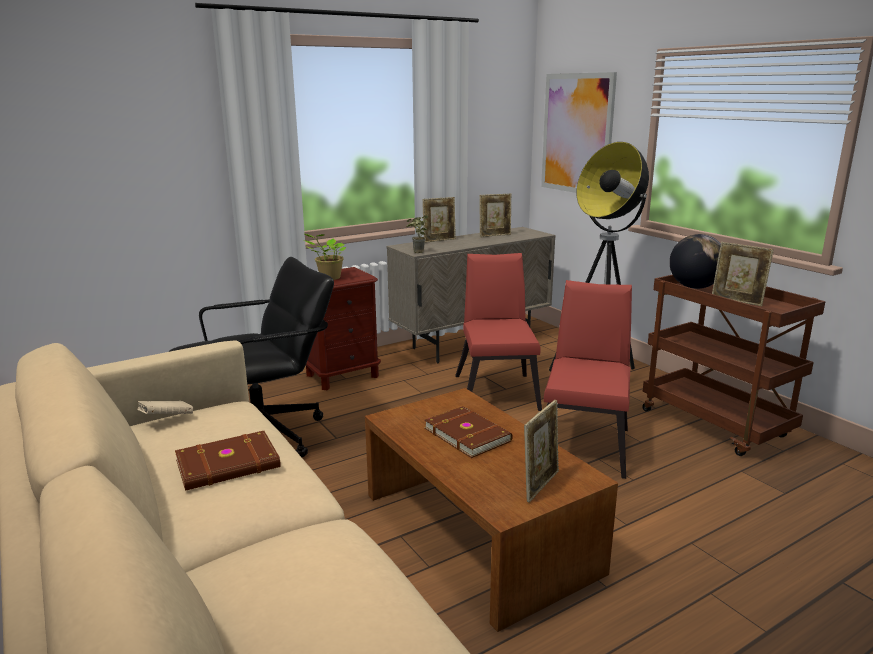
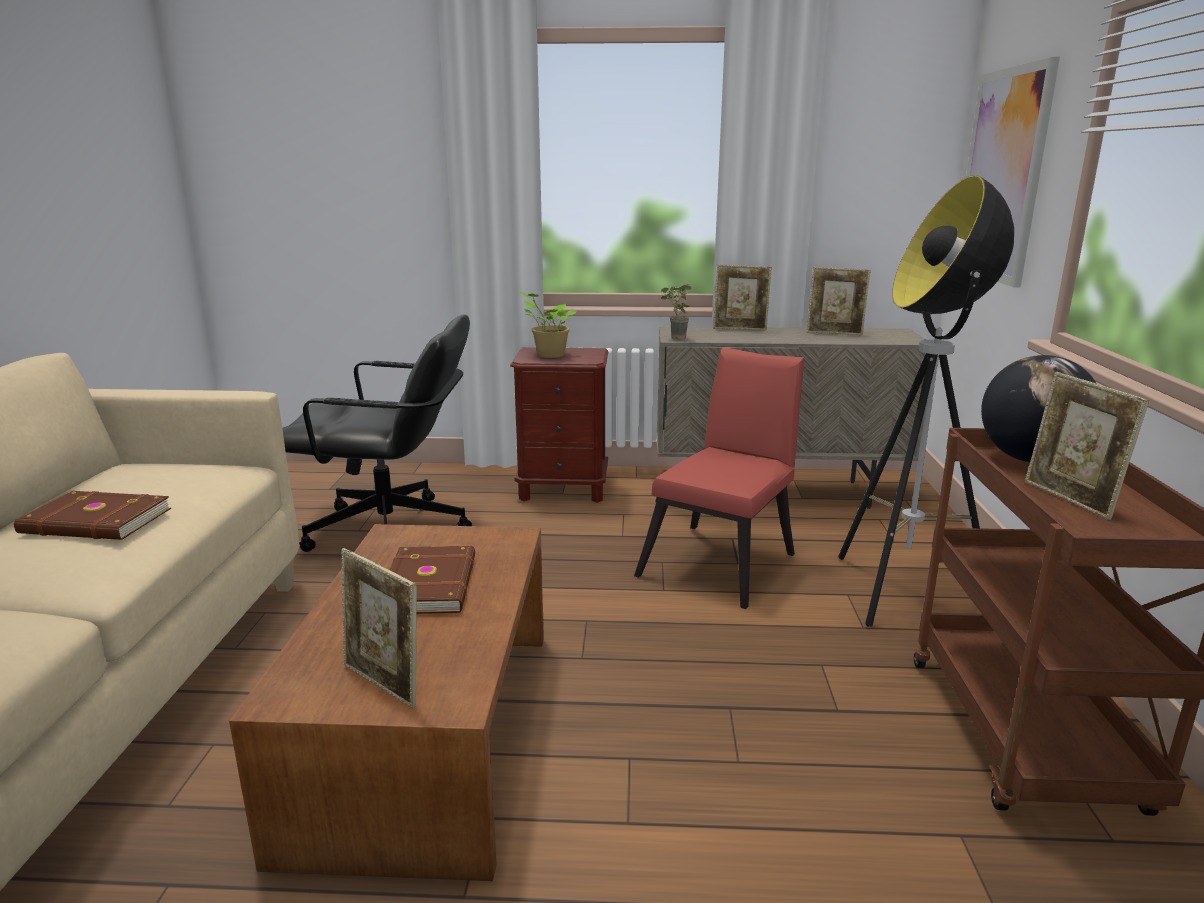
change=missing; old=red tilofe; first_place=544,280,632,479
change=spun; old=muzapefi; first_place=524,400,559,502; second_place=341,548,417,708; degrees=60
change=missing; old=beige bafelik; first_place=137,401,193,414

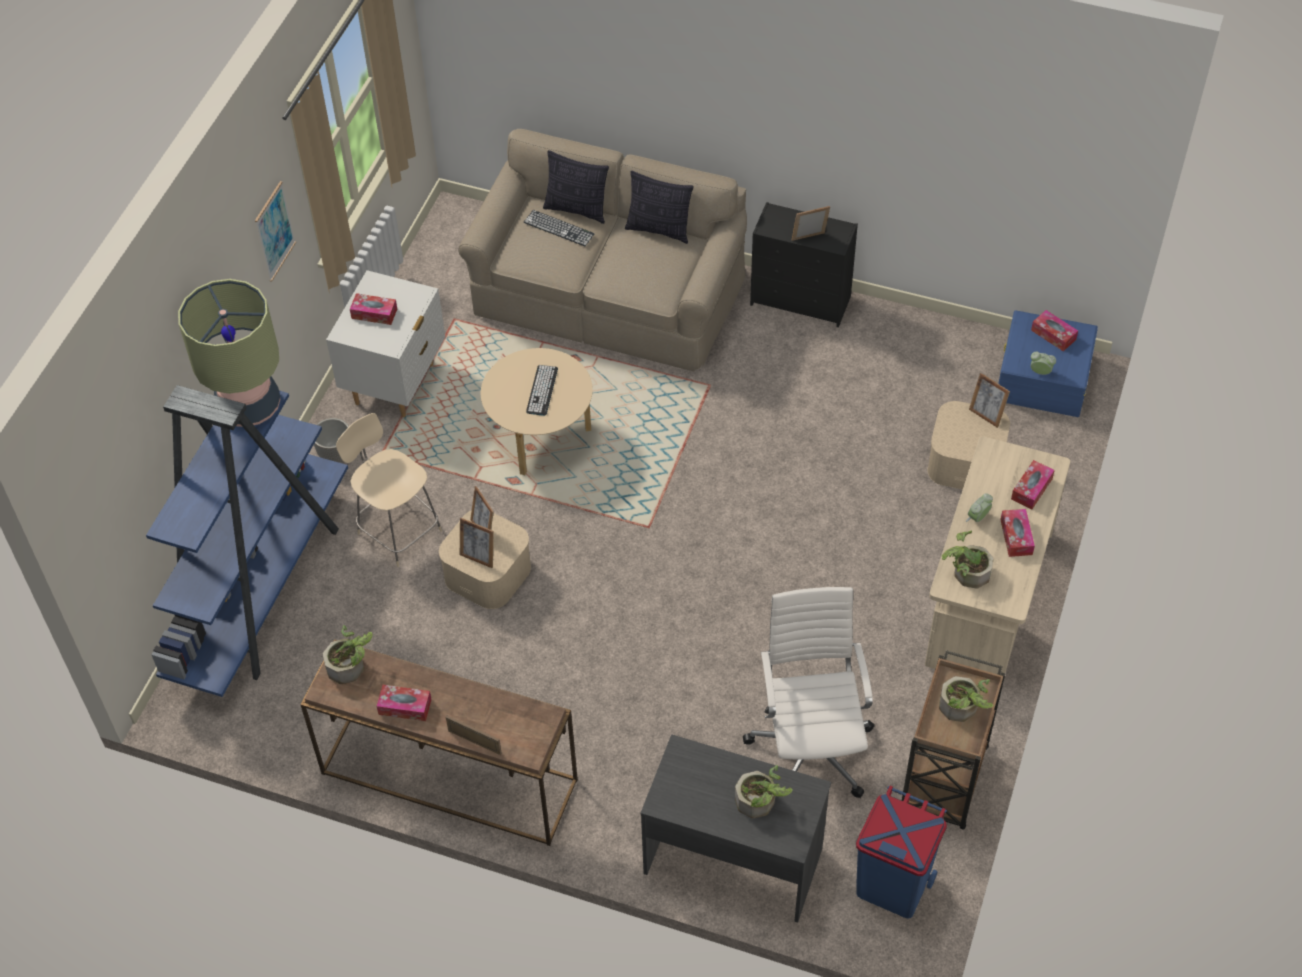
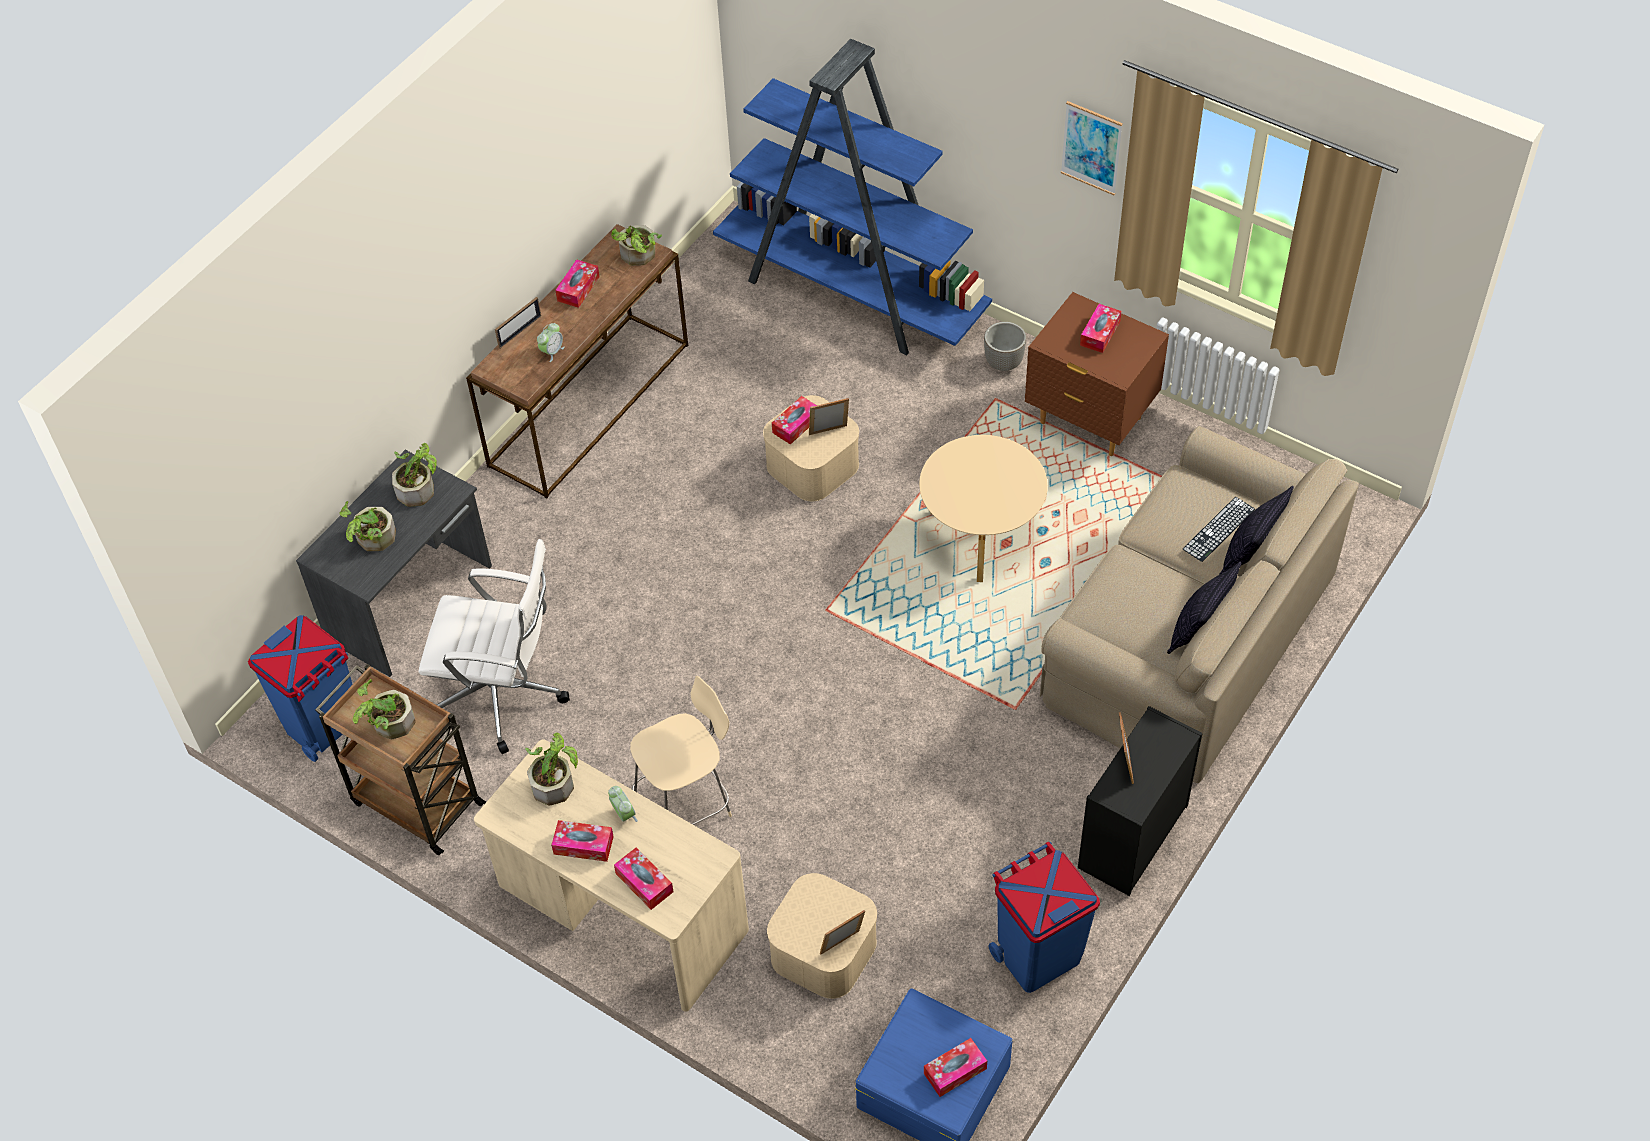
change=colour; old=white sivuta; new=brown sivuta; first_place=326,270,445,417; second_place=1025,292,1169,456
change=missing; old=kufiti; first_place=178,279,280,427
change=relocated; old=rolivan; first_place=1031,352,1056,375; second_place=537,323,565,362
change=missing; old=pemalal; first_place=526,365,558,416
change=relocated; old=beige tilofe; first_place=336,413,442,567; second_place=630,676,732,825
change=exchanged; old=muzapefi; new=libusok; first_place=460,518,494,568; second_place=772,396,817,445
change=appeared; new=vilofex; second_place=392,443,437,507
change=appeared; new=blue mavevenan; second_place=989,841,1100,993

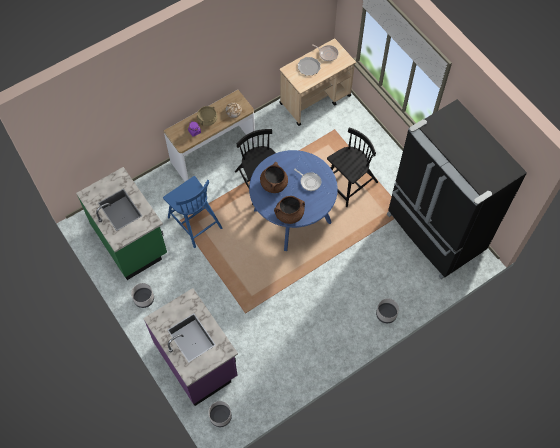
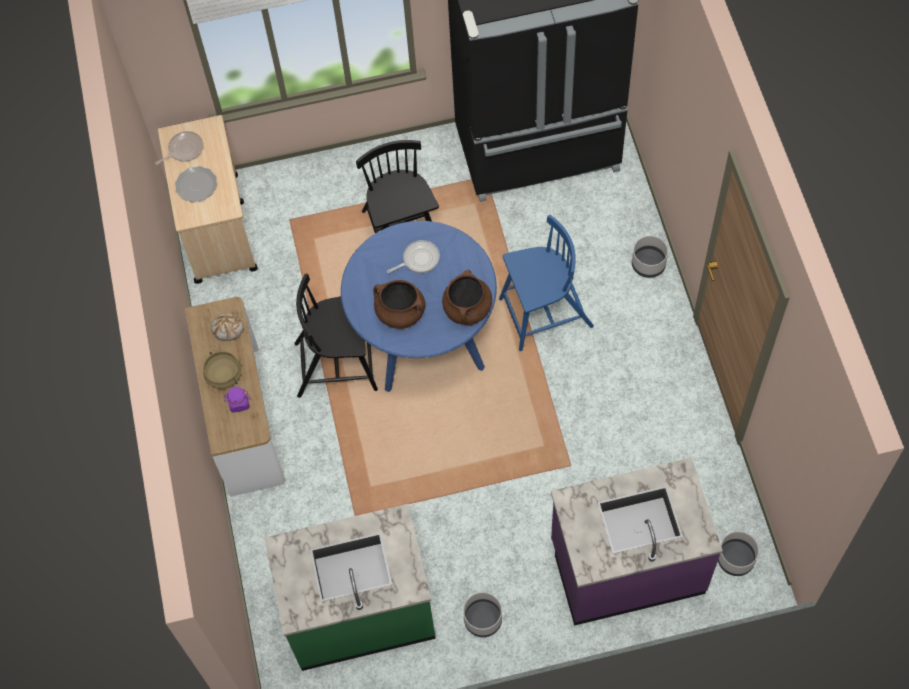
change=relocated; old=blue tilofe; first_place=163,176,222,248; second_place=499,214,594,351

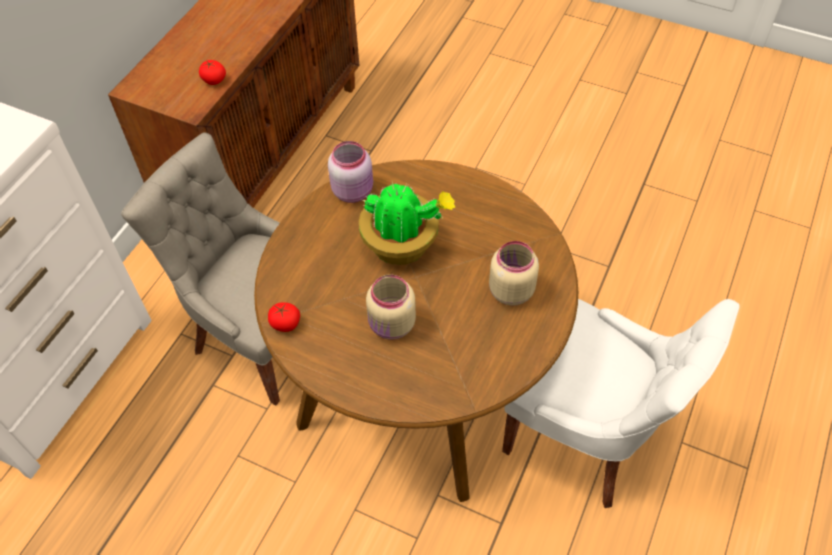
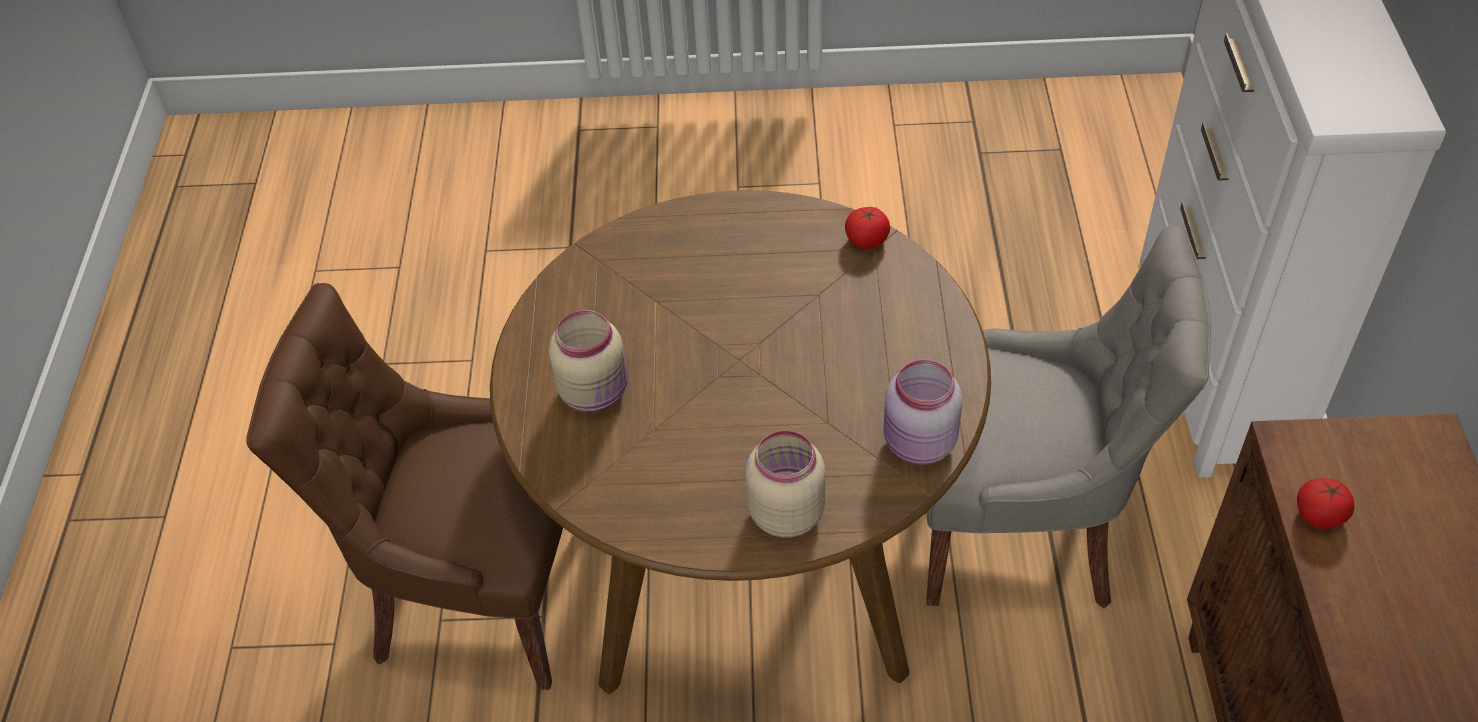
change=missing; old=vilofex; first_place=359,182,455,265
change=relocated; old=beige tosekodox; first_place=366,274,416,340; second_place=746,430,825,538
change=colour; old=white tilofe; new=brown tilofe; first_place=502,299,740,508; second_place=246,283,563,690

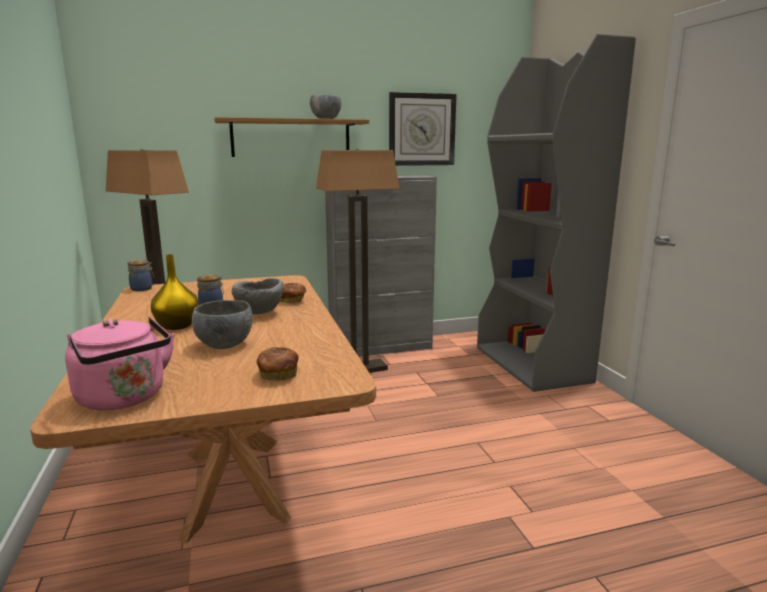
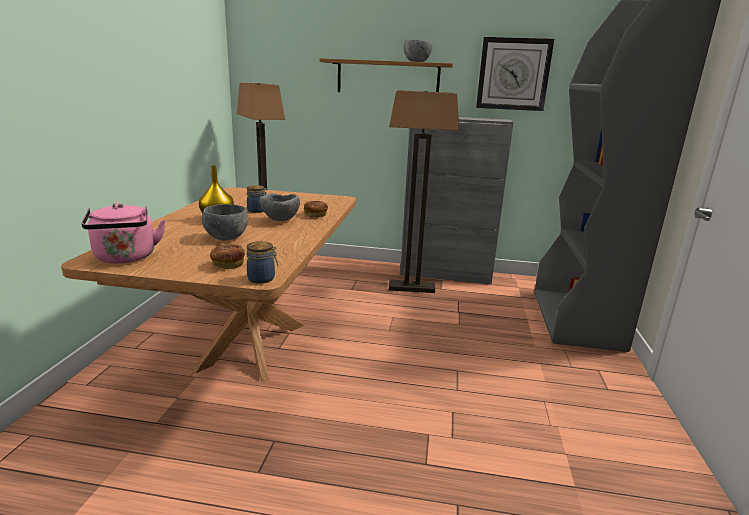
change=relocated; old=tosekodox; first_place=128,260,154,291; second_place=247,241,278,284

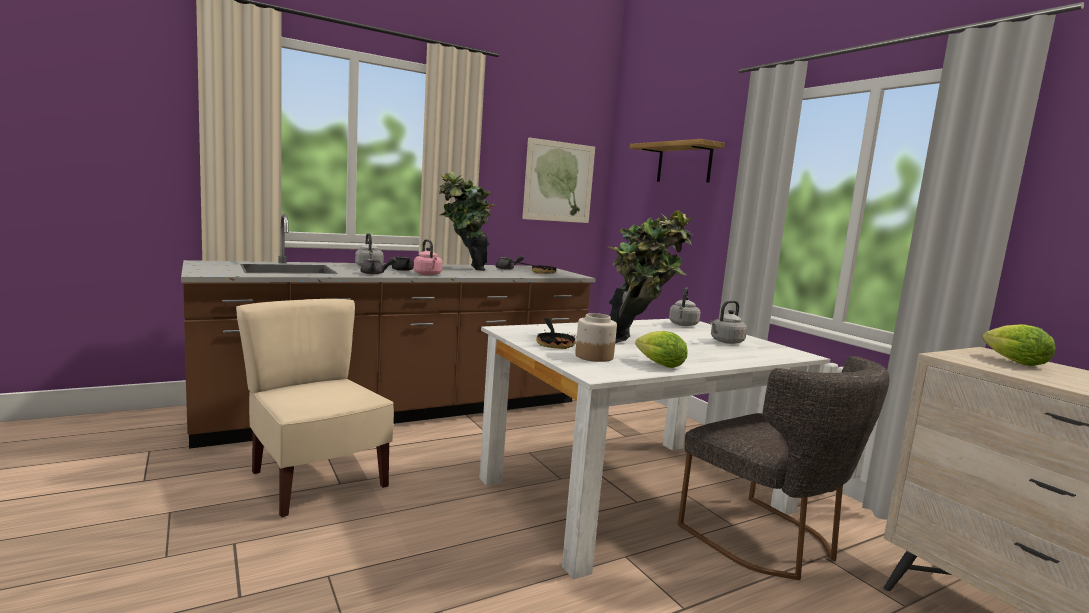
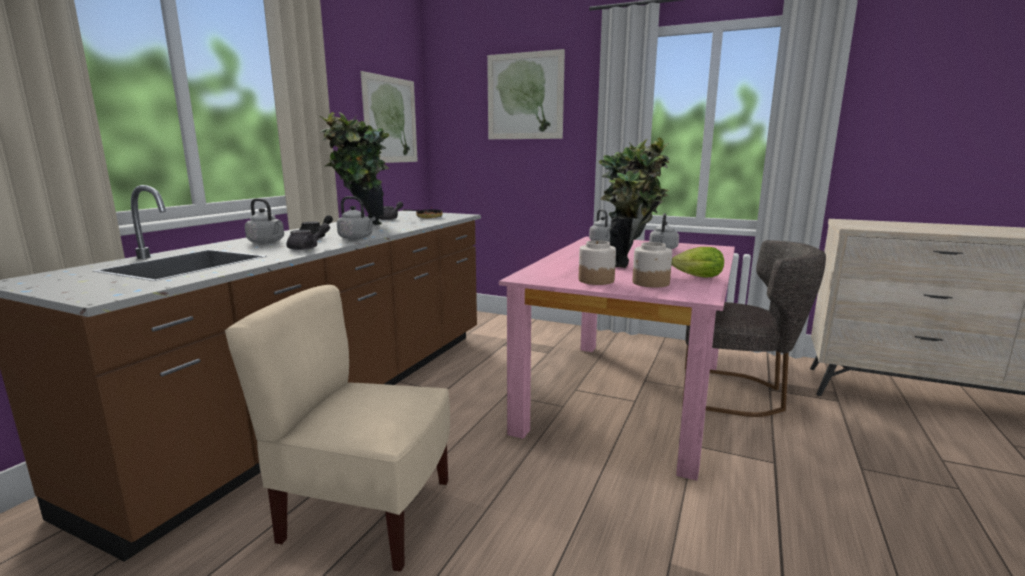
change=exchanged; old=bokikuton; new=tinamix; first_place=630,139,725,182; second_place=487,49,565,139
change=colour; old=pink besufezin; new=grey besufezin; first_place=414,239,443,276; second_place=337,196,376,239
change=exchanged; old=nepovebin; new=tosekodox; first_place=536,318,576,349; second_place=579,240,616,285
change=colour; old=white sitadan; new=pink sitadan; first_place=479,319,830,579; second_place=499,236,735,481
change=missing; old=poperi; first_place=983,324,1055,366

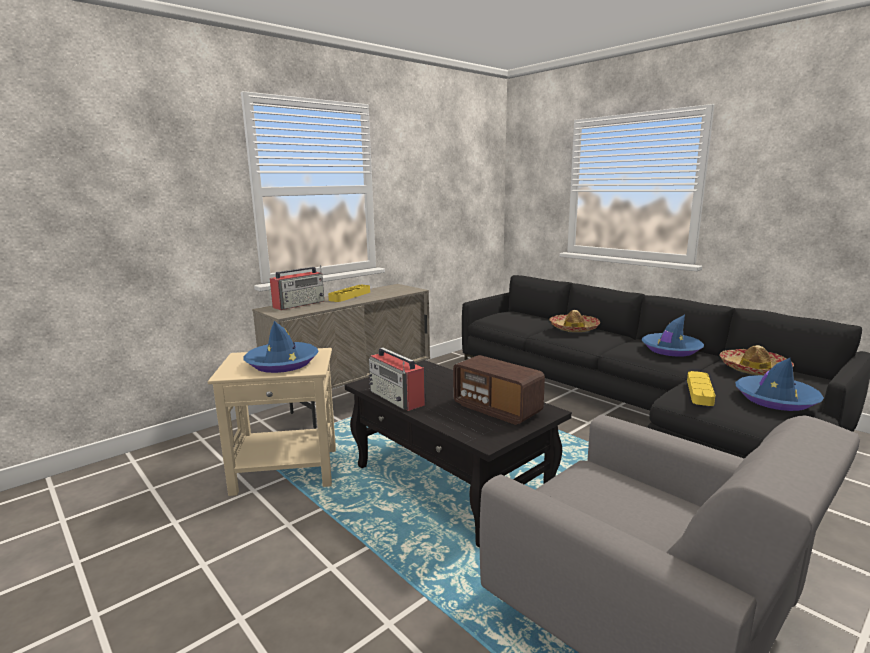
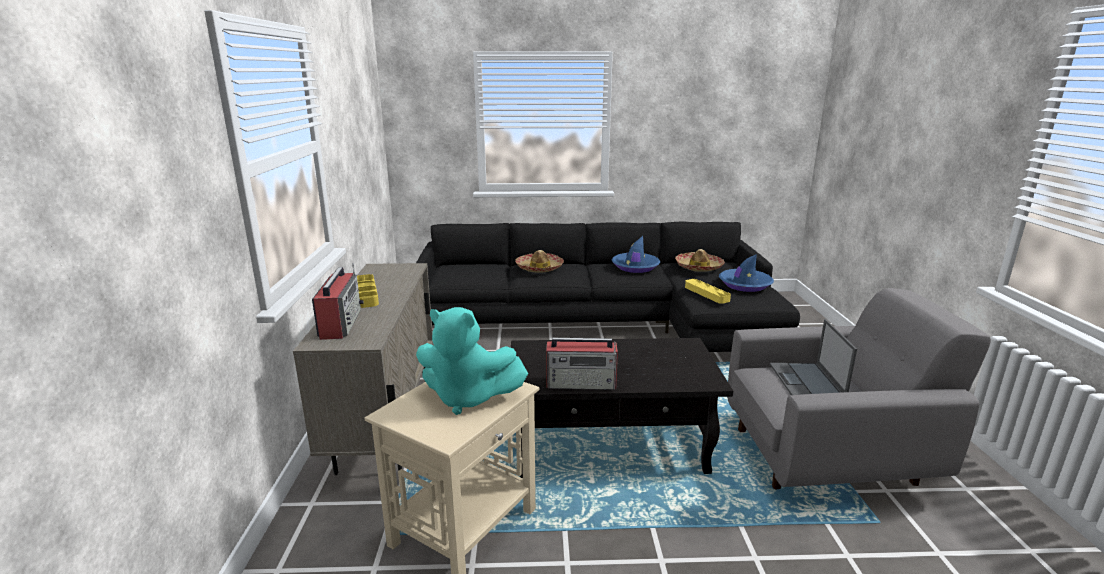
change=exchanged; old=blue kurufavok; new=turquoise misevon; first_place=243,321,319,373; second_place=416,307,528,415
change=missing; old=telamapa; first_place=453,355,545,425
change=appeared; new=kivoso; second_place=770,319,857,395

